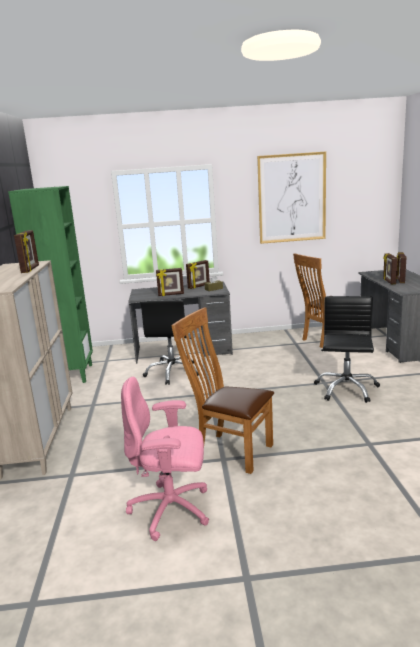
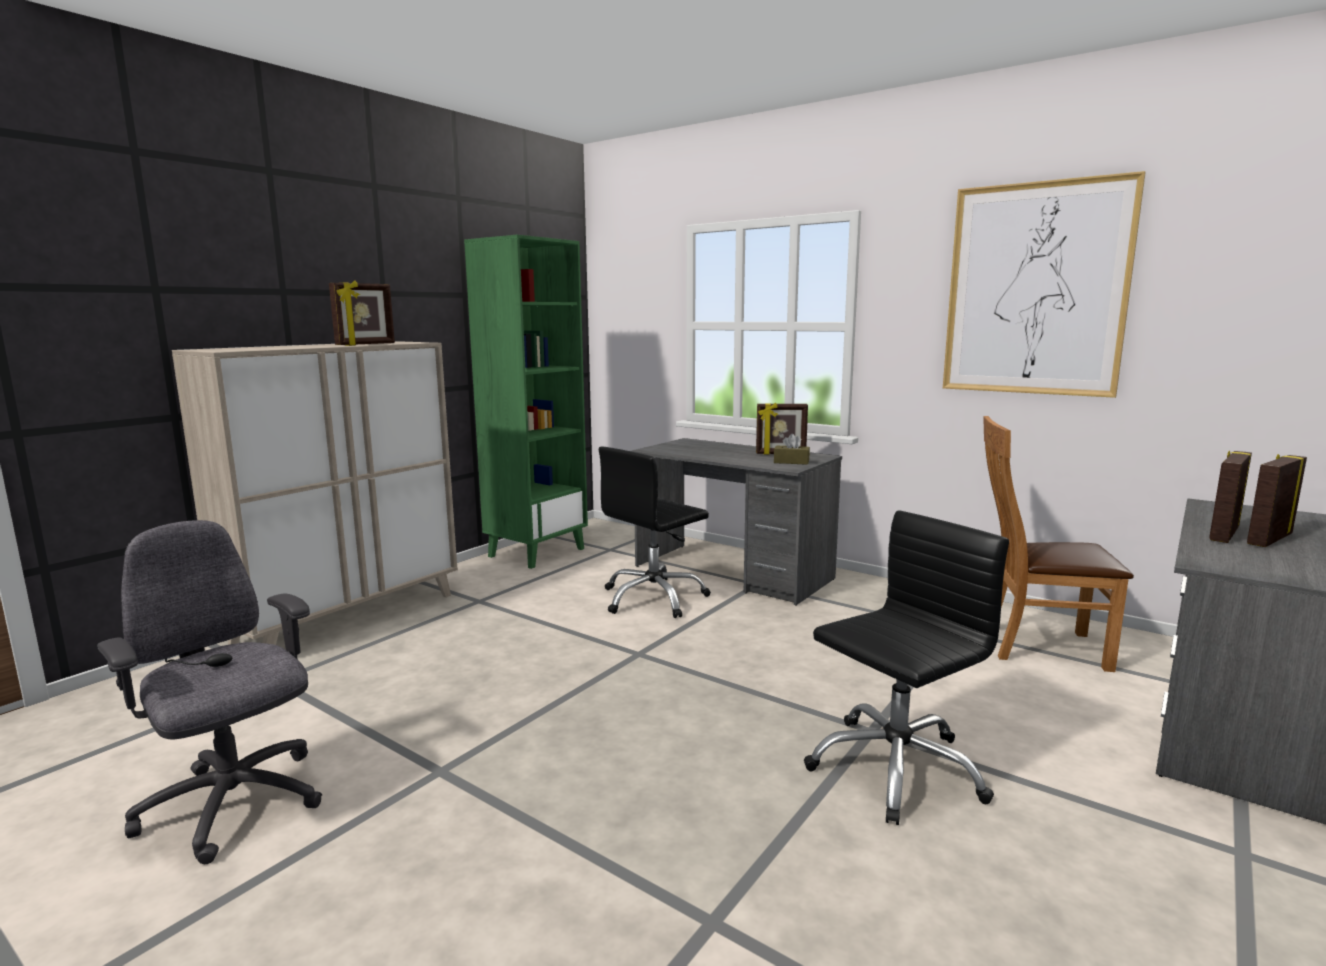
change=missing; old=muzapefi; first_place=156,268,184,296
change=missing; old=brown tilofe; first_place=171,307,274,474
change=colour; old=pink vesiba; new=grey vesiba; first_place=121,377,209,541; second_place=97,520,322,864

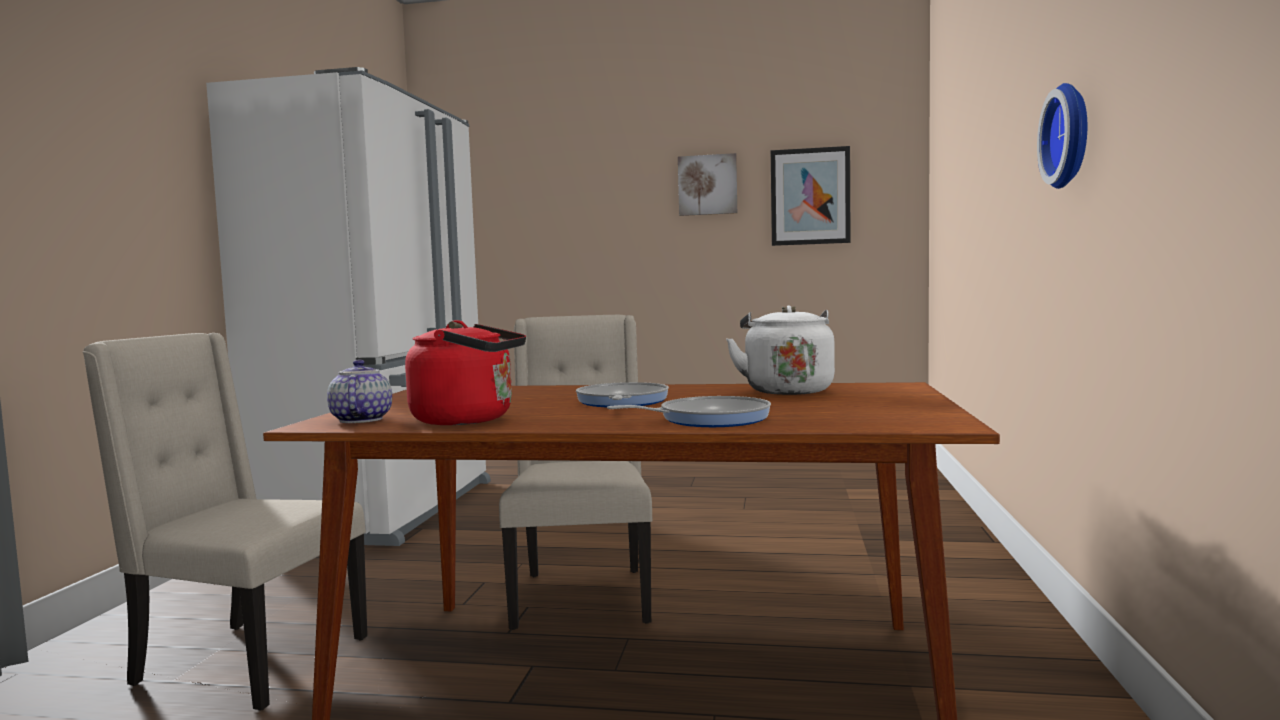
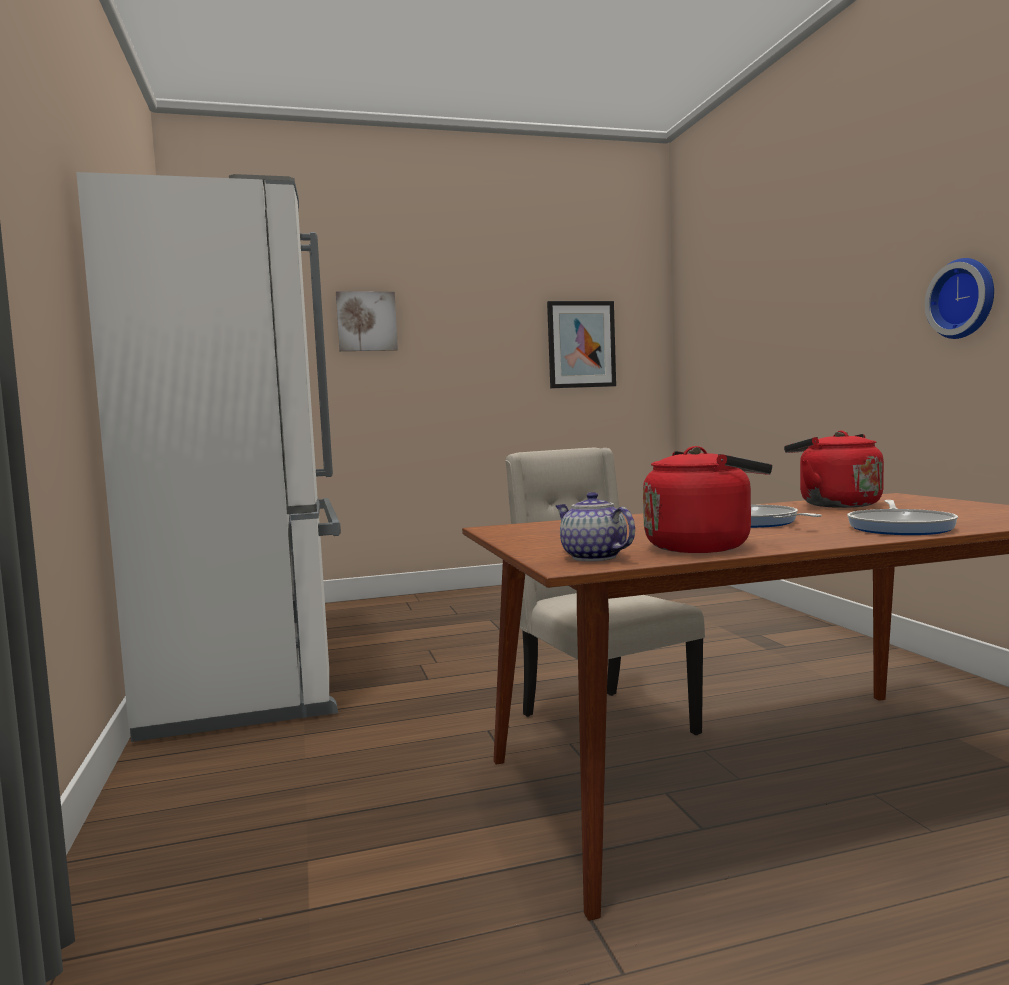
change=relocated; old=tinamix; first_place=678,153,737,216; second_place=336,292,398,351
change=colour; old=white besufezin; new=red besufezin; first_place=726,306,835,395; second_place=784,431,884,508
change=missing; old=beige tilofe; first_place=83,333,367,711
change=spun; old=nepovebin; first_place=607,396,771,427; second_place=847,500,958,535; degrees=150

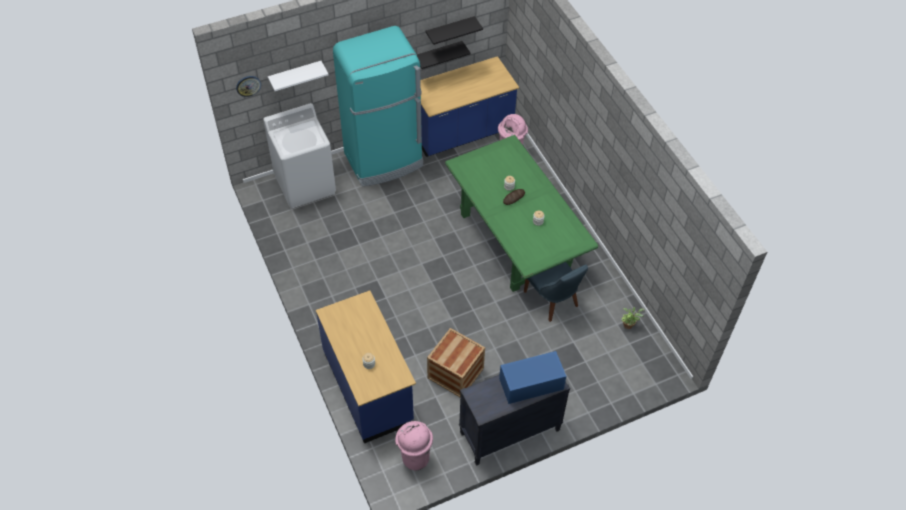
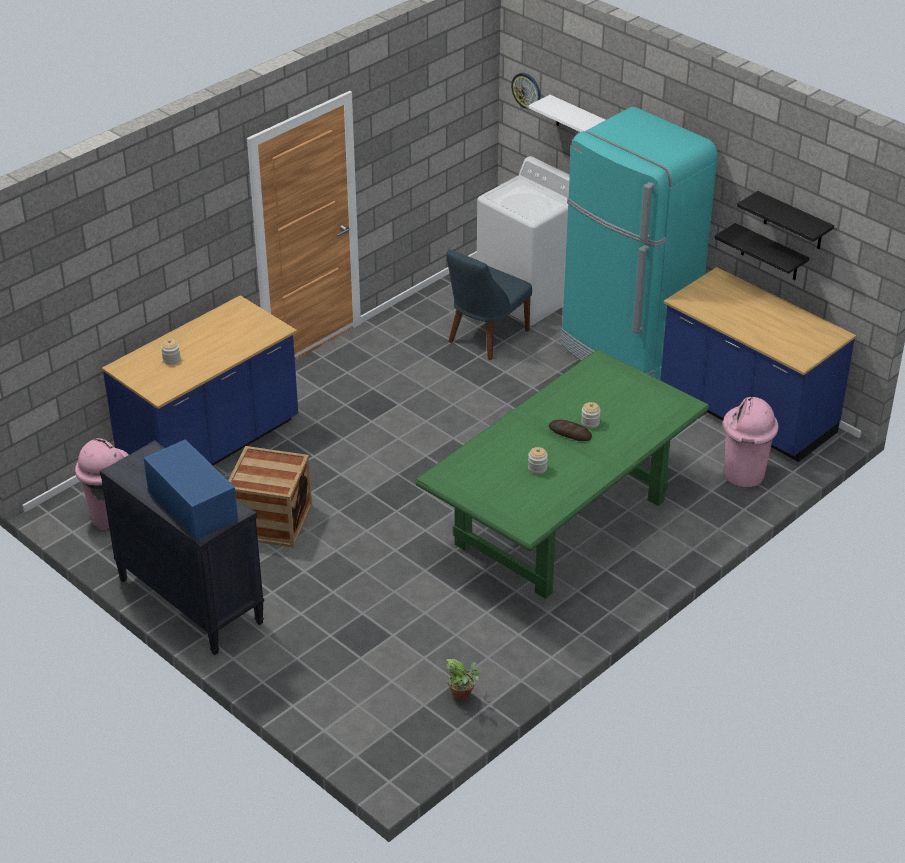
change=relocated; old=blue tilofe; first_place=524,262,588,322; second_place=447,249,532,360

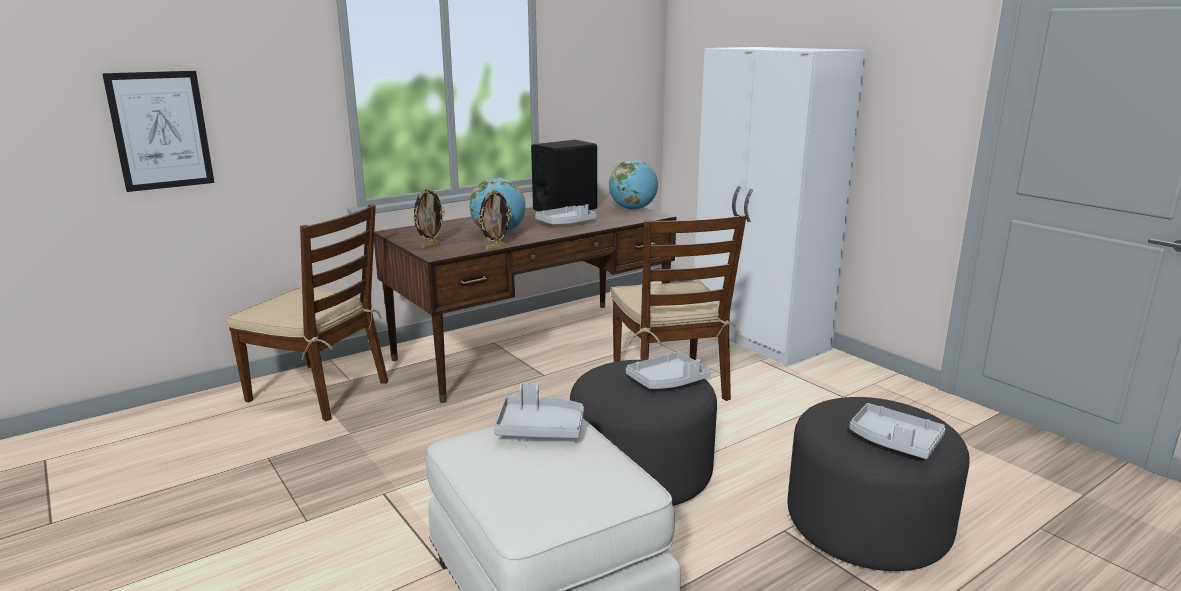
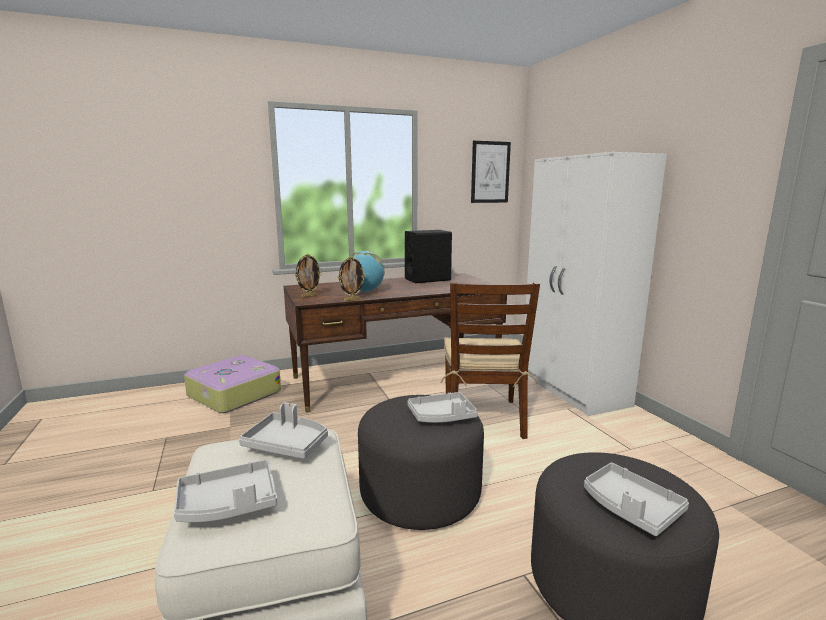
change=relocated; old=tinamix; first_place=102,71,214,192; second_place=471,141,511,203
change=missing; old=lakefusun; first_place=609,159,658,210
change=exchanged; old=brown tilofe; new=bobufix; first_place=226,204,388,421; second_place=184,355,281,413
change=relocated; old=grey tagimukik; first_place=535,204,597,225; second_place=174,459,277,522

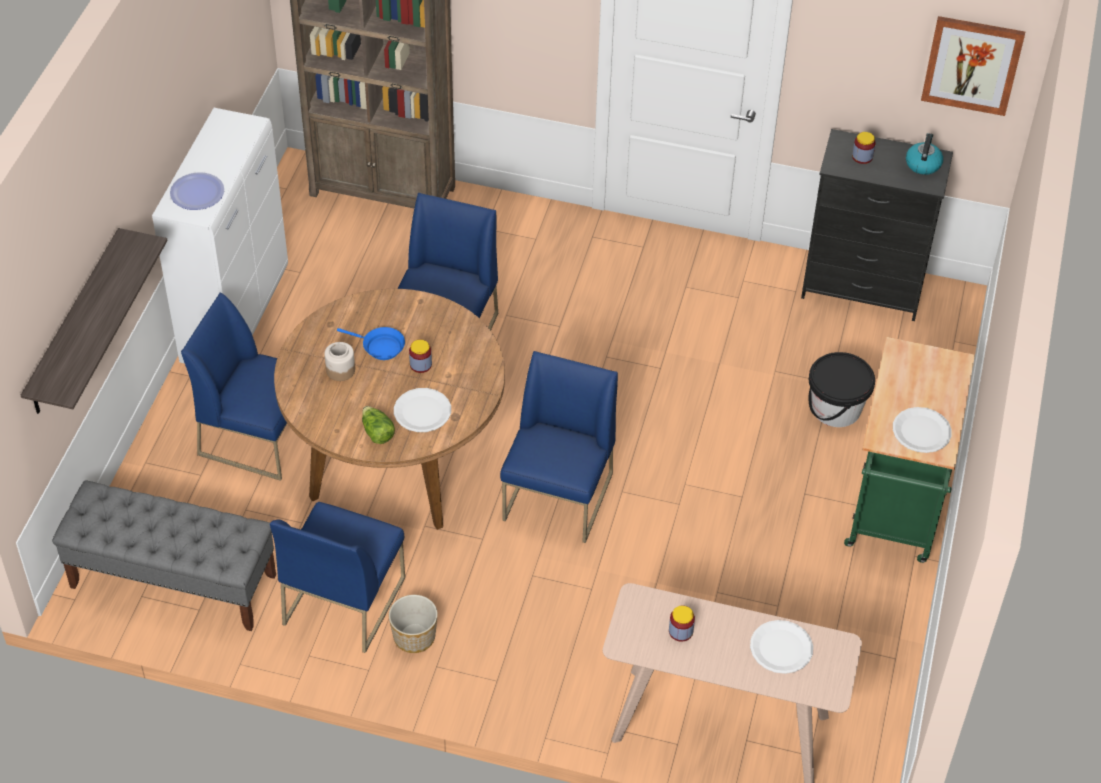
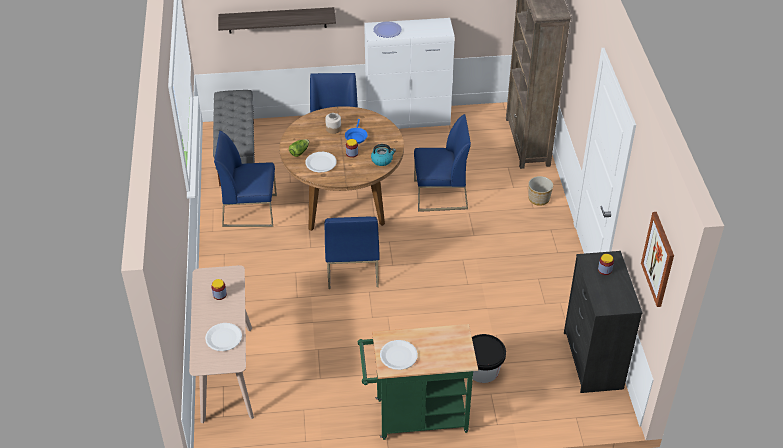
change=relocated; old=besufezin; first_place=906,133,943,175; second_place=371,144,396,166
change=spun; old=blue tilofe; first_place=500,351,618,543; second_place=325,217,380,289; degrees=90
change=relocated; old=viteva; first_place=389,595,438,653; second_place=529,176,553,206

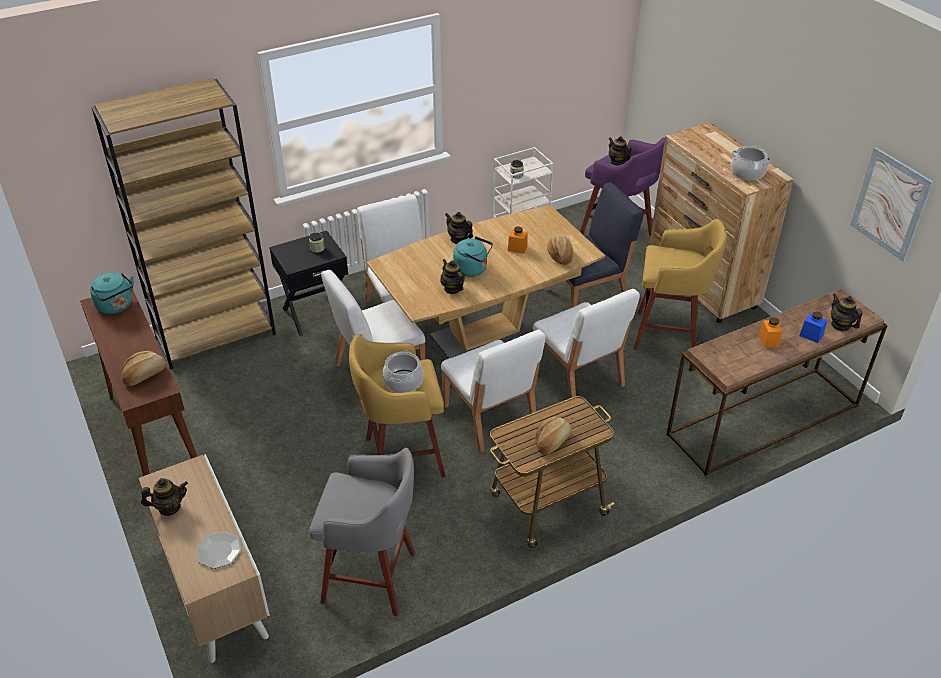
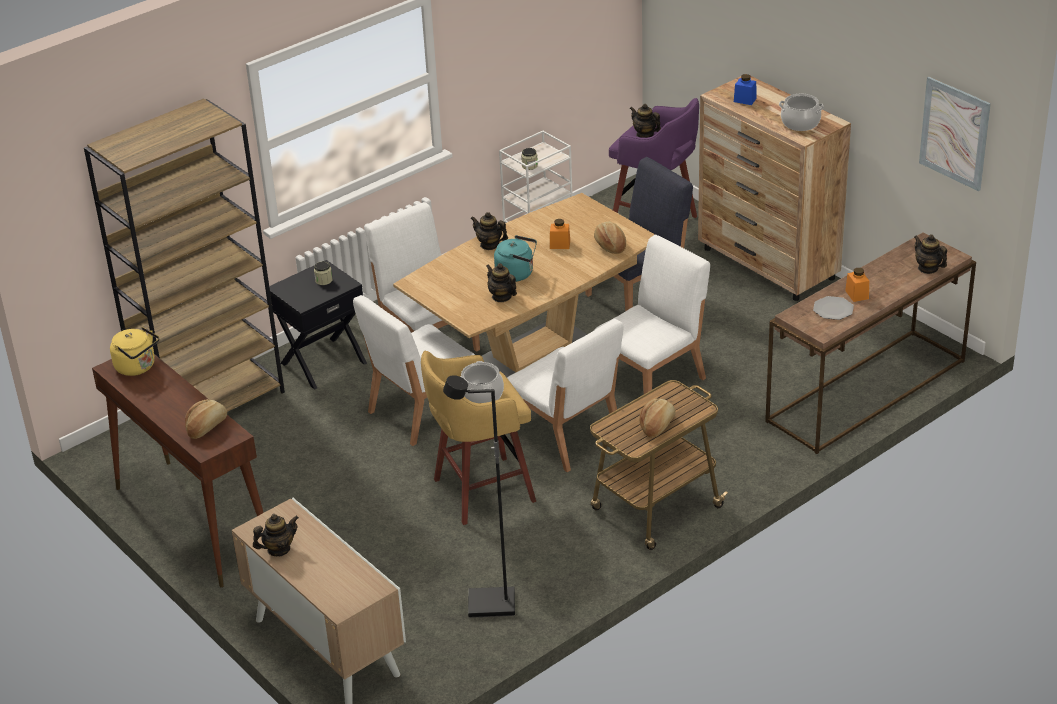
change=missing; old=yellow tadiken; first_place=633,219,727,351
change=colour; old=turquoise besufezin; new=yellow besufezin; first_place=90,273,134,314; second_place=110,327,159,376
change=spun; old=white tilofe; first_place=533,289,640,398; second_place=595,235,710,394; degrees=-90
change=relocated; old=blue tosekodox; first_place=799,312,827,343; second_place=734,74,757,105
change=exchanged; old=grey tadiken; new=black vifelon; first_place=309,448,415,616; second_place=443,375,515,618
change=relocated; old=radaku; first_place=196,531,242,569; second_place=813,296,854,320

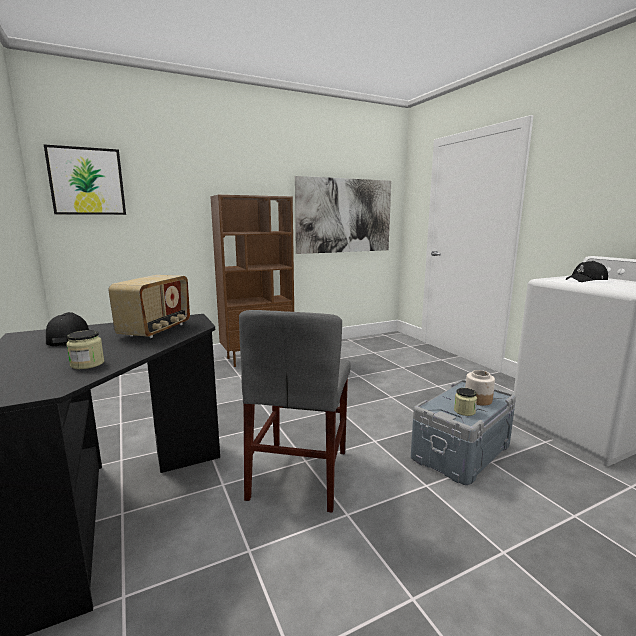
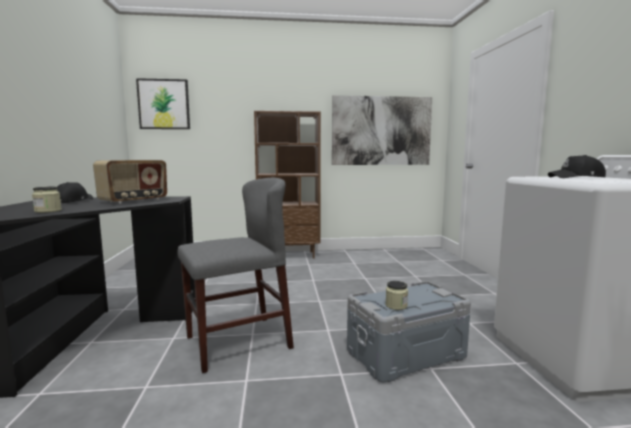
change=spun; old=grey tilofe; first_place=239,310,351,513; second_place=177,178,294,373; degrees=-150
change=missing; old=tosekodox; first_place=465,370,495,406

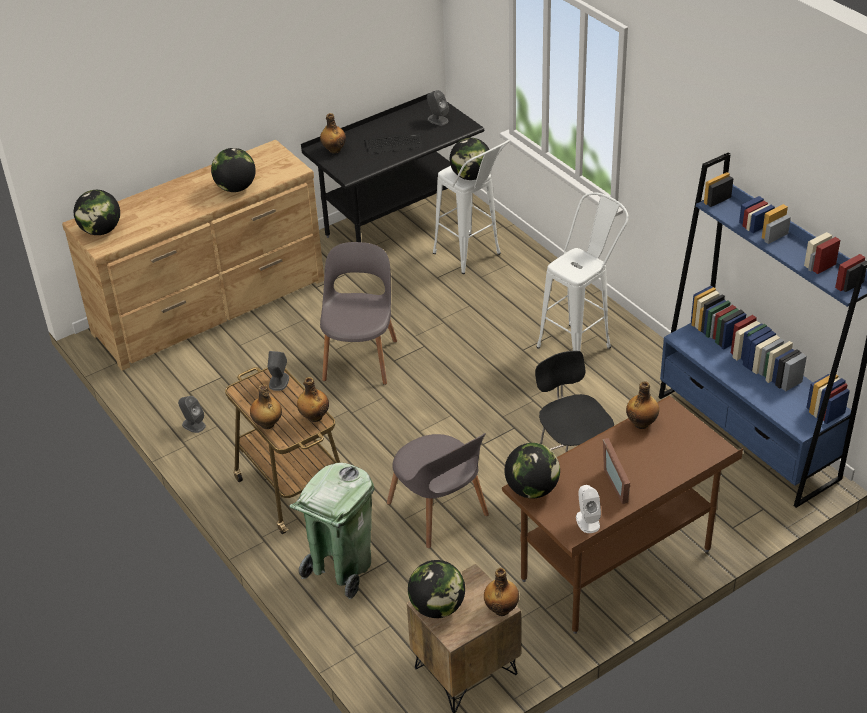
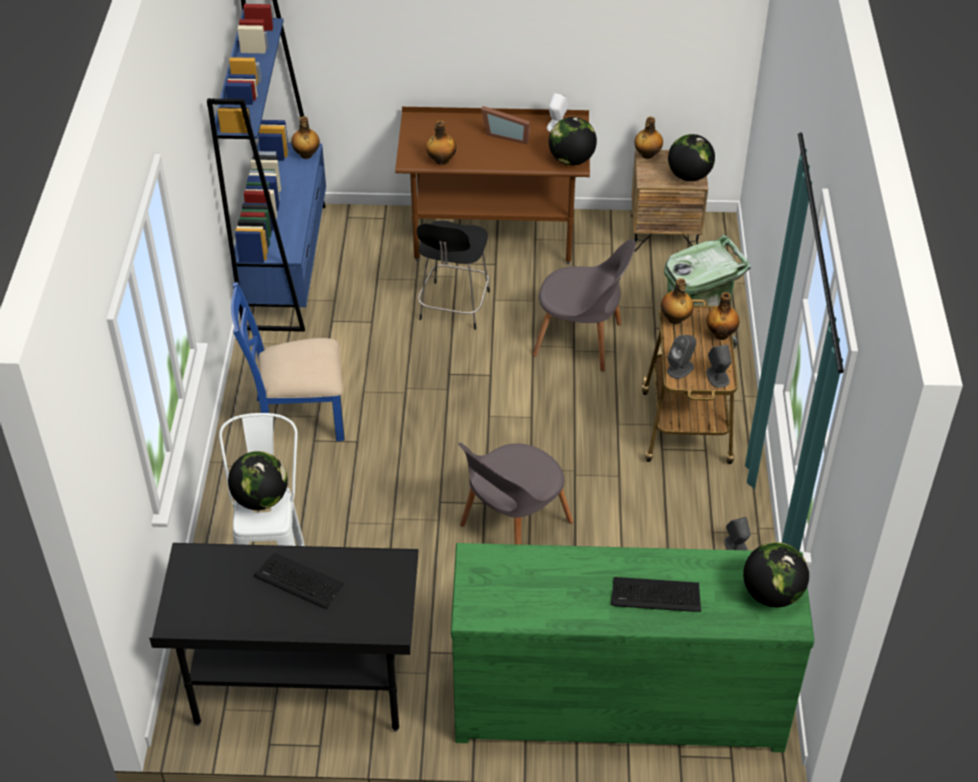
change=relocated; old=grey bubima; first_place=427,90,449,125; second_place=706,345,731,388
change=relocated; old=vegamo; first_place=320,113,346,154; second_place=291,116,320,159
change=colour; old=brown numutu; new=green numutu; first_place=62,140,324,371; second_place=451,543,815,752
change=missing; old=lakefusun; first_place=211,148,256,192
change=exchanged; old=white tadiken; new=blue tilofe; first_place=537,192,629,351; second_place=231,282,345,441
change=spun; old=grey tilofe; first_place=387,433,489,548; second_place=532,239,636,372; degrees=105
change=spun; old=muzapefi; first_place=603,438,630,504; second_place=481,106,530,145; degrees=90
change=appeared; new=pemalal; second_place=611,577,701,612

